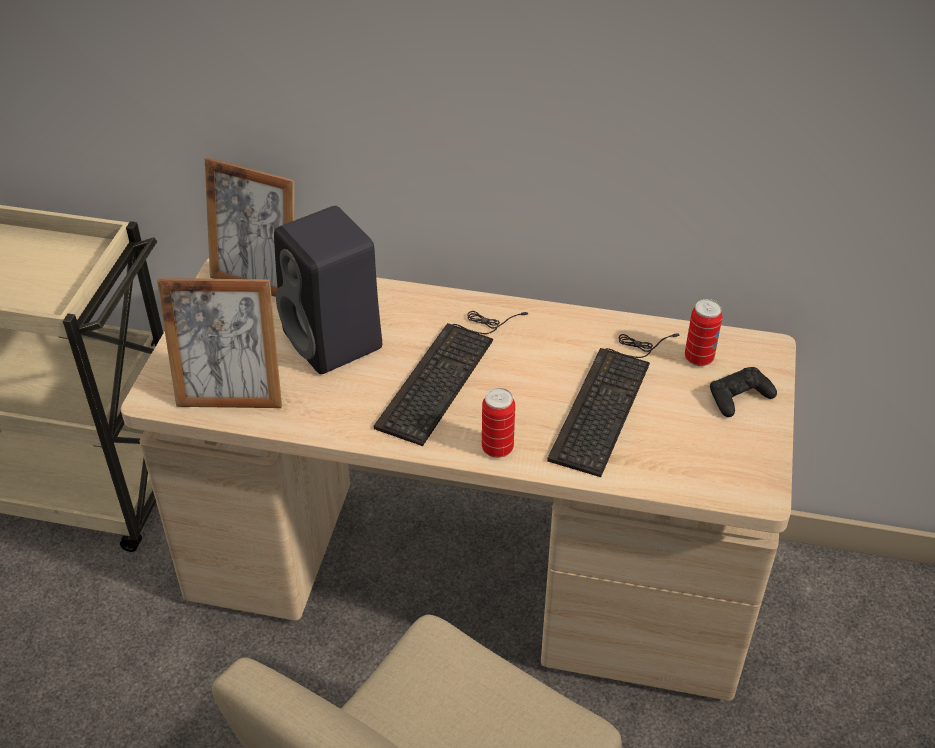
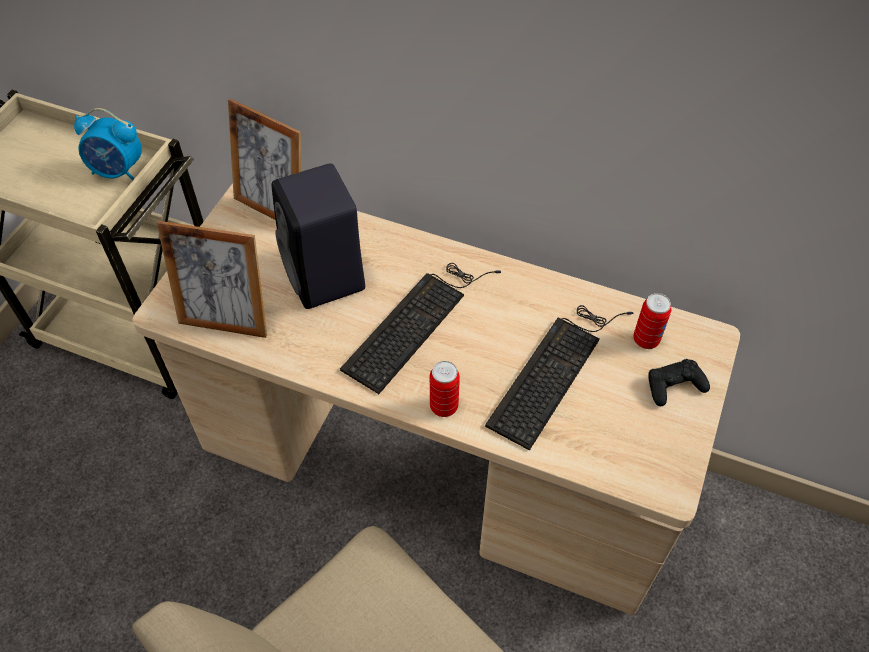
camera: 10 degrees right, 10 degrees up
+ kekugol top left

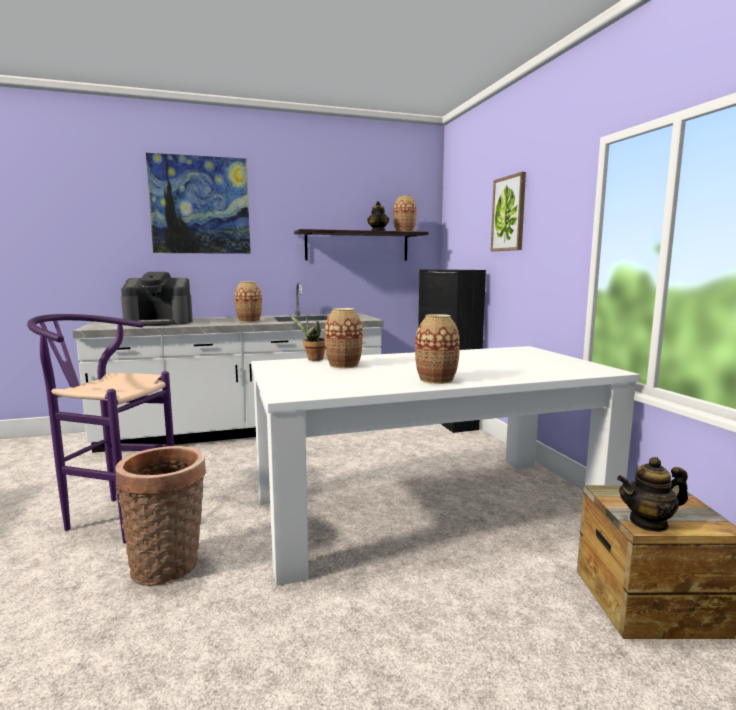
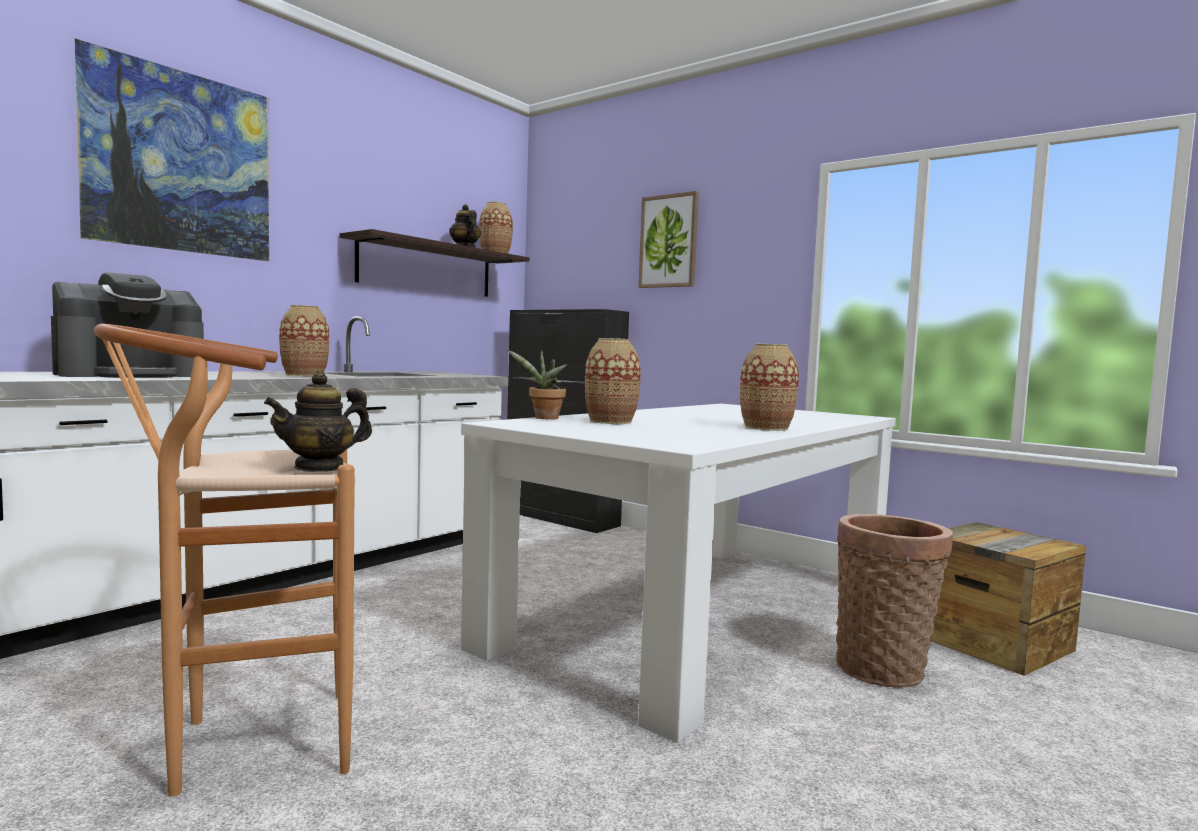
camera: 35 degrees left, 5 degrees down
~ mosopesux bottom left to bottom right
~ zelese (no. 2 from left in the first image) bottom right to zelese (no. 1 from left) middle left
~ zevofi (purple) middle left to zevofi (brown) bottom left

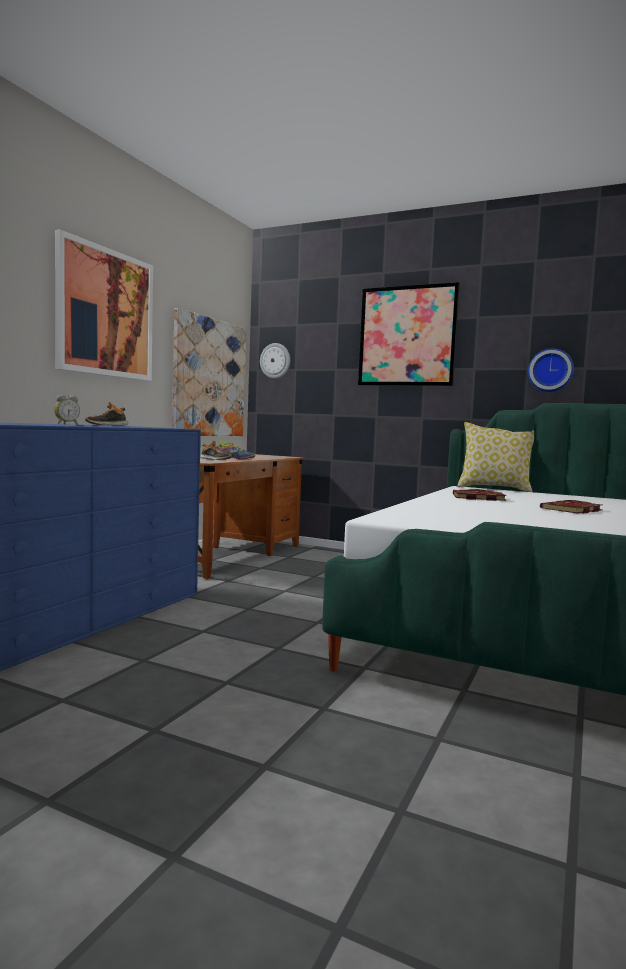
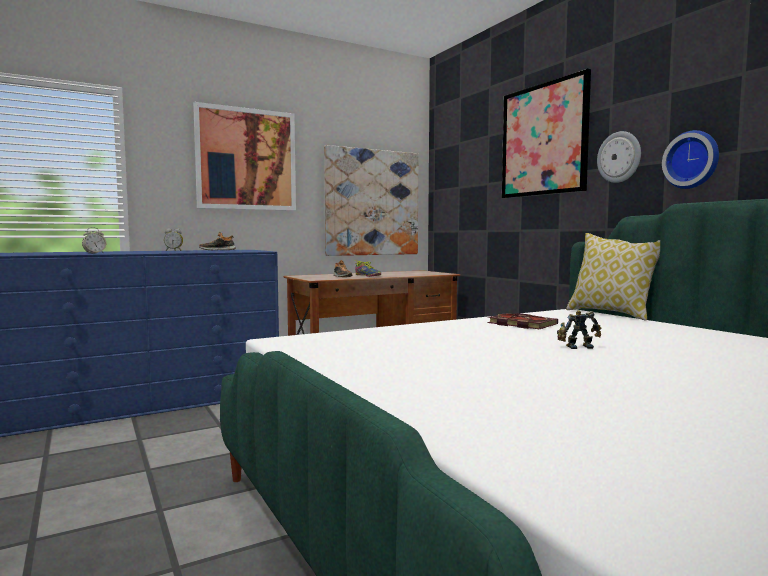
camera: 35 degrees right, 0 degrees up
+ kekugol (no. 1 from left) middle left
~ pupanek (no. 1 from left) centre to top right
~ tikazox (no. 2 from left) middle right to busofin middle right

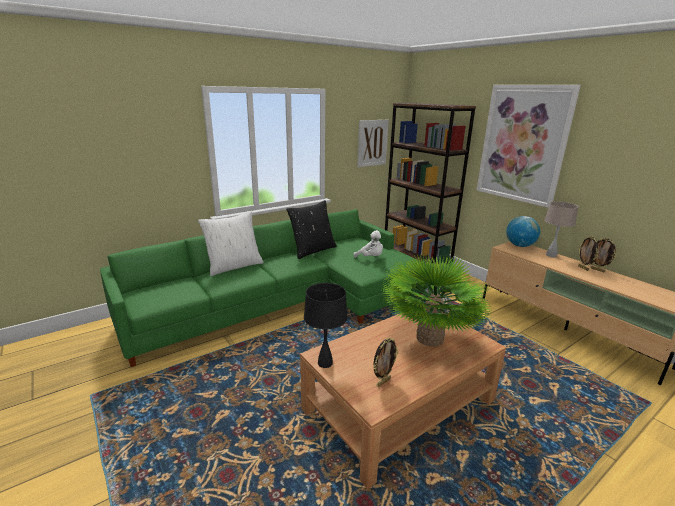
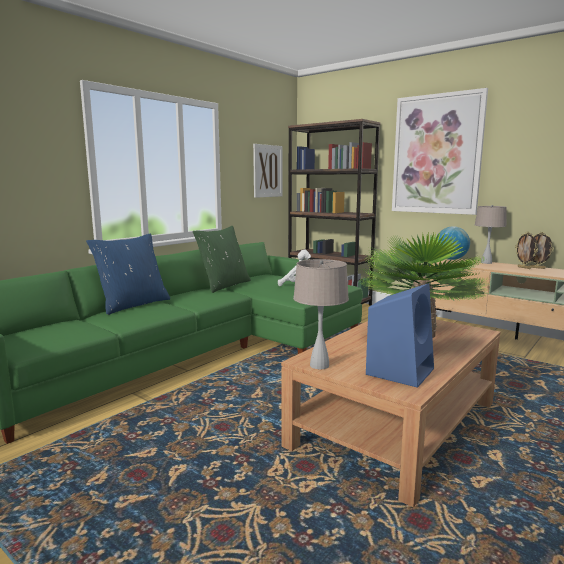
camera: 15 degrees left, 10 degrees down
~ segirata (no. 1 from left) bottom centre to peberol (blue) middle right
~ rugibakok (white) centre to rugibakok (blue) middle left
~ rugibakok (black) centre to rugibakok (green) centre
~ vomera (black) centre to vomera (beige) (no. 1 from left) centre

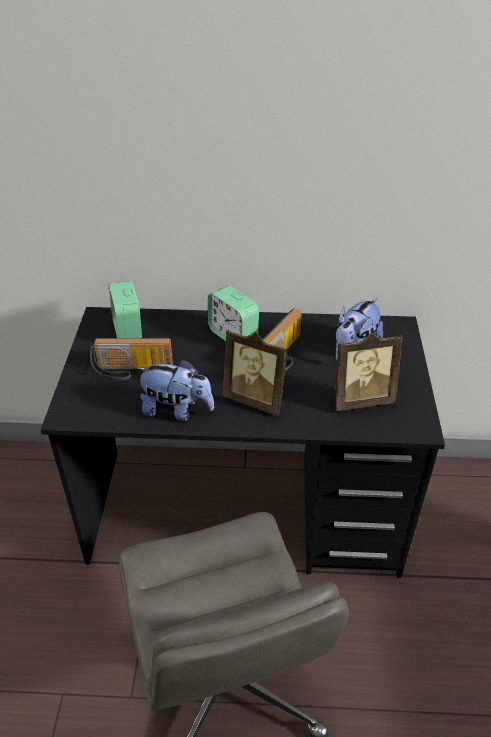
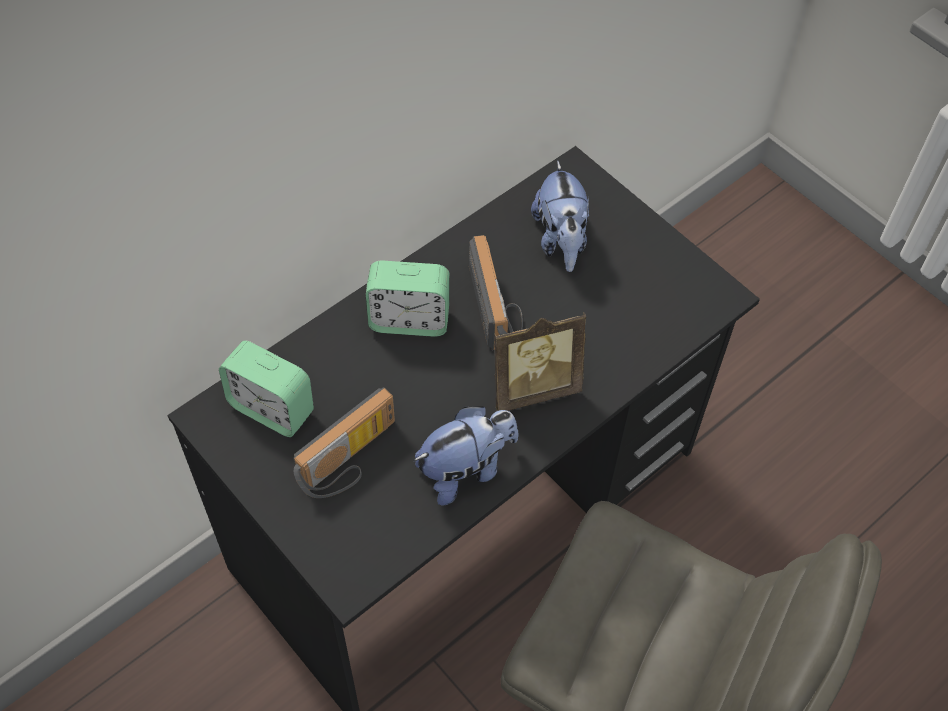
camera: 45 degrees left, 15 degrees up
- segirata (no. 2 from left) middle right

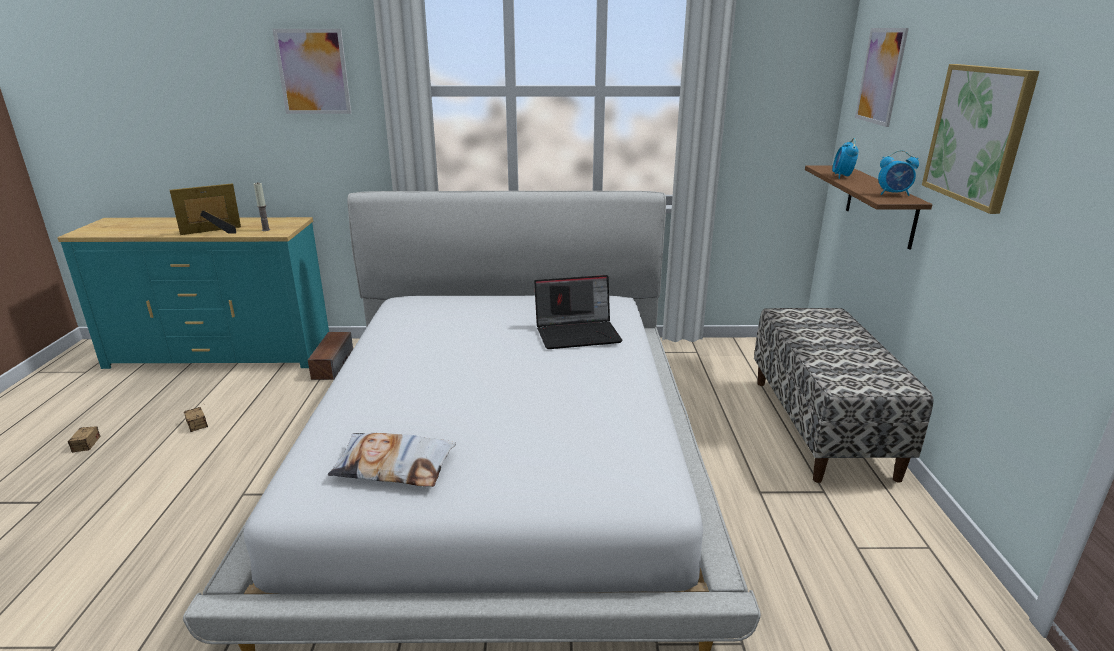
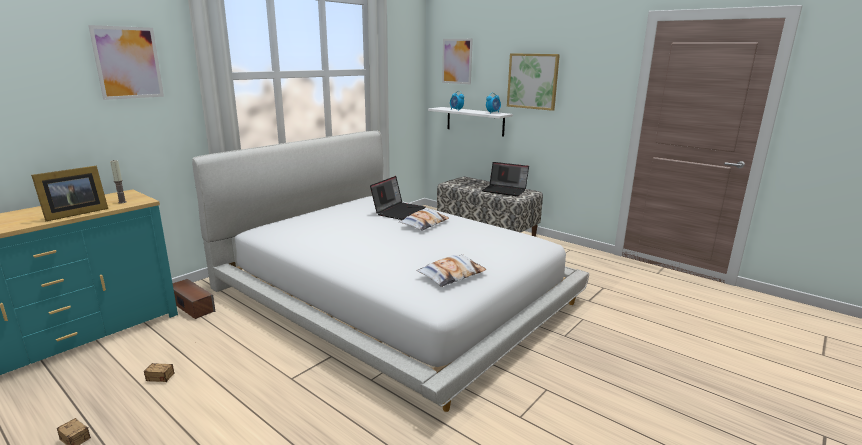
camera: 50 degrees left, 5 degrees down
+ rugibakok (no. 1 from left) centre
+ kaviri (no. 2 from left) centre
~ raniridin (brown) top right to raniridin (white) top centre
~ segirata top left = middle left 150 degrees counterclockwise

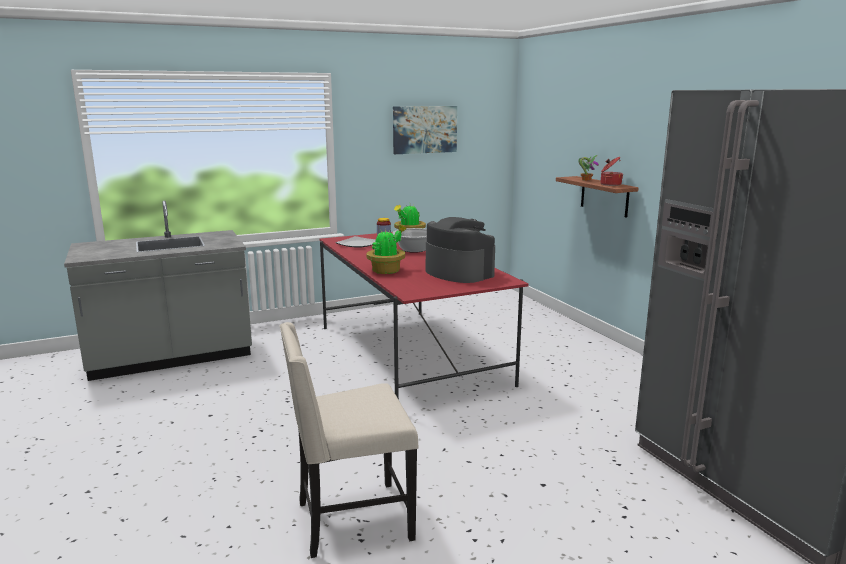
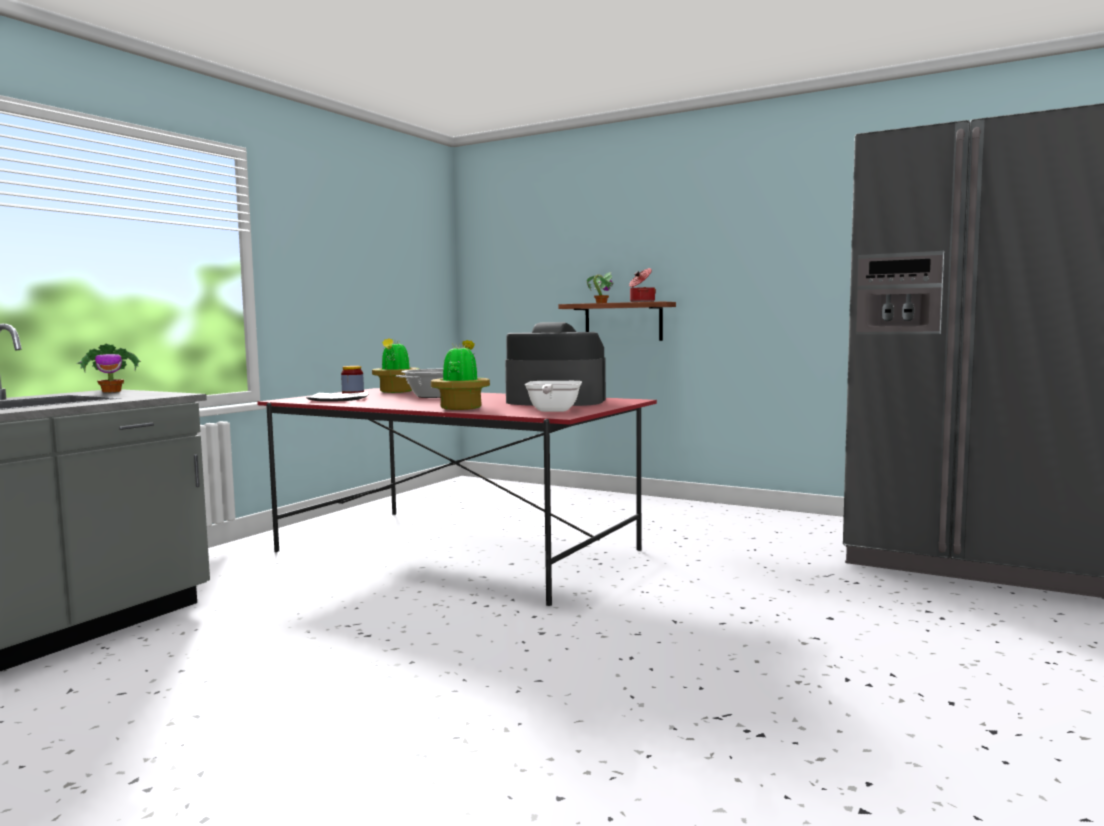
camera: 35 degrees left, 10 degrees down
- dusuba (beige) bottom centre
- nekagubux top centre
+ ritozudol (no. 1 from left) middle left
+ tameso centre

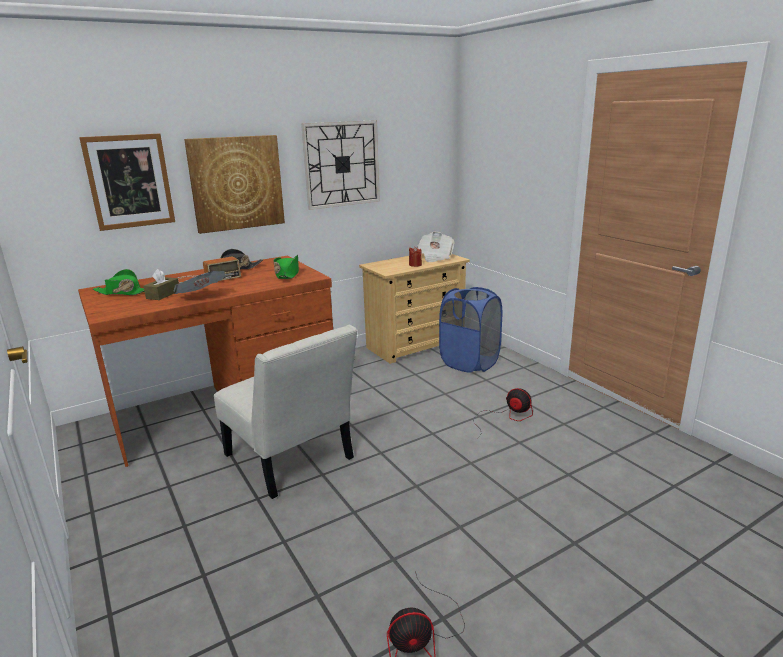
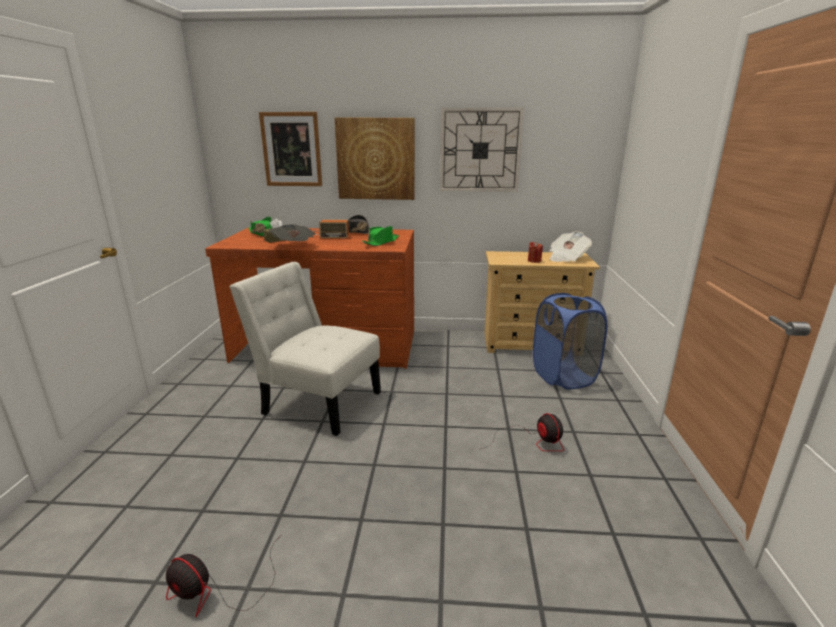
camera: 35 degrees right, 0 degrees up
~ dusuba (white) centre = centre 120 degrees clockwise

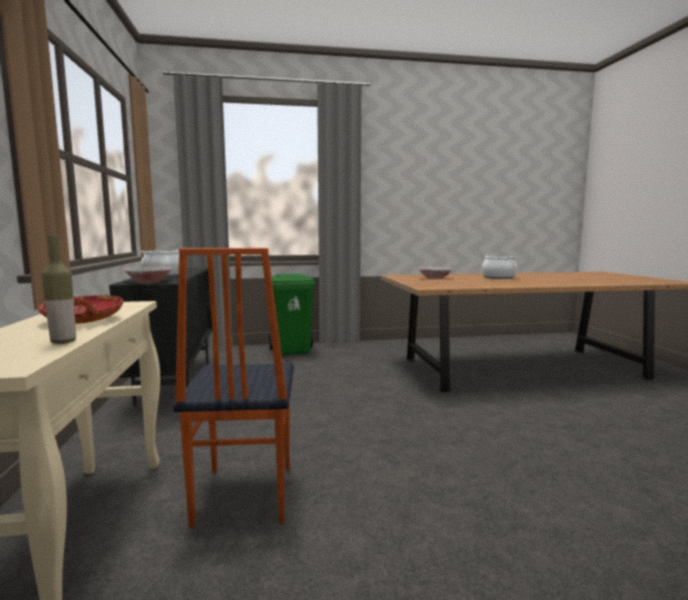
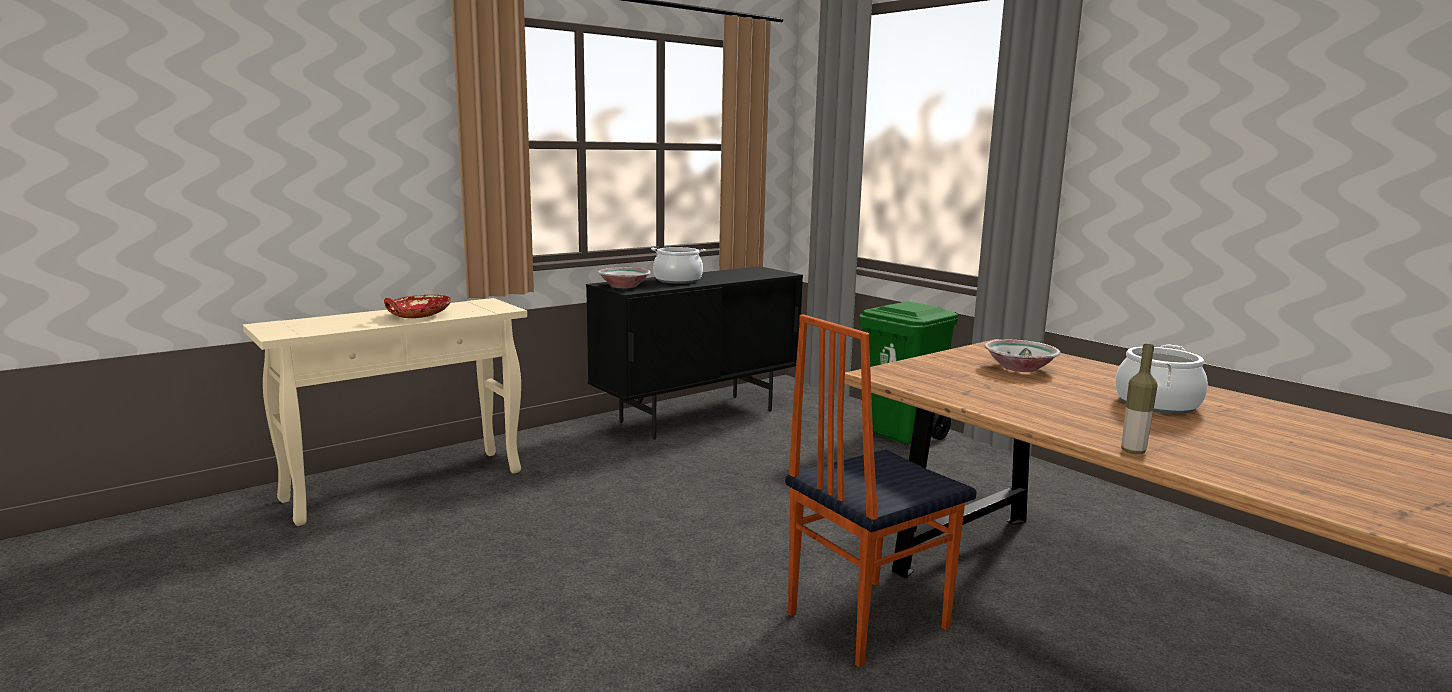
camera: 60 degrees right, 5 degrees up
~ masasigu middle left to middle right
~ dusuba centre to bottom centre

